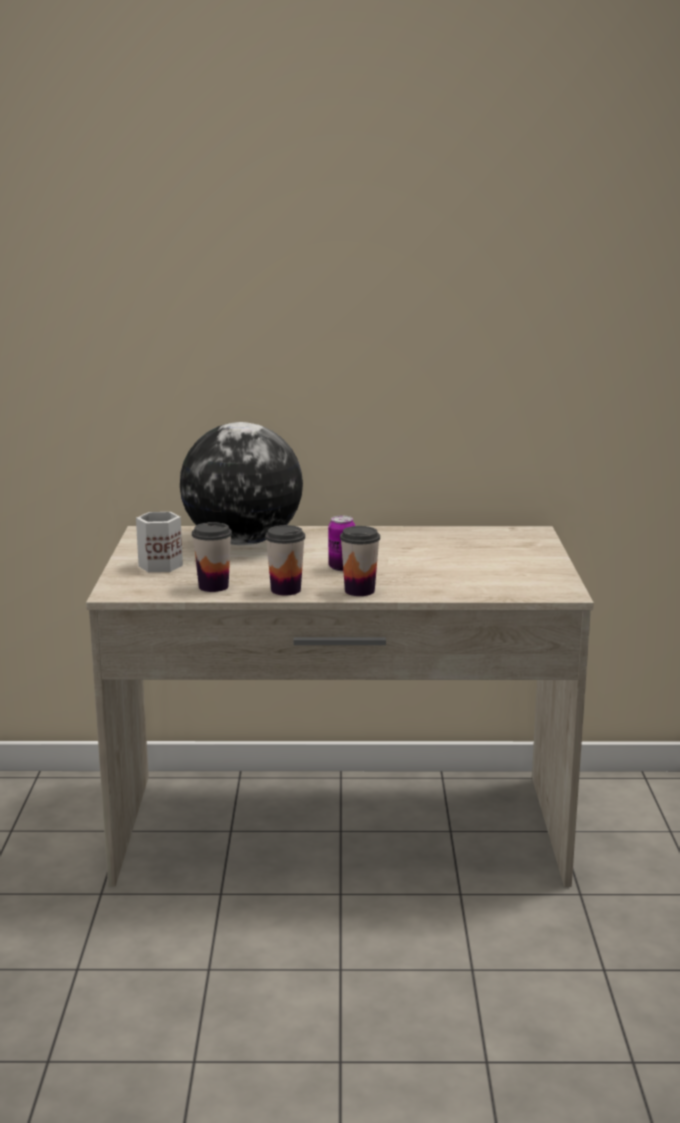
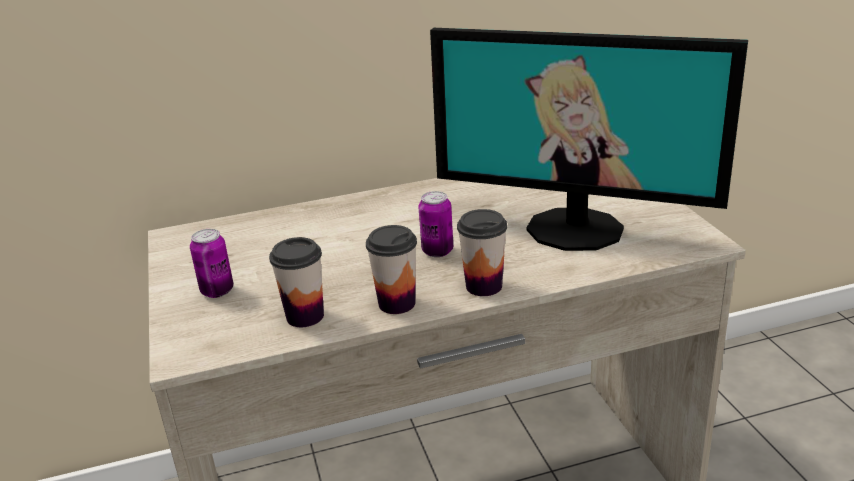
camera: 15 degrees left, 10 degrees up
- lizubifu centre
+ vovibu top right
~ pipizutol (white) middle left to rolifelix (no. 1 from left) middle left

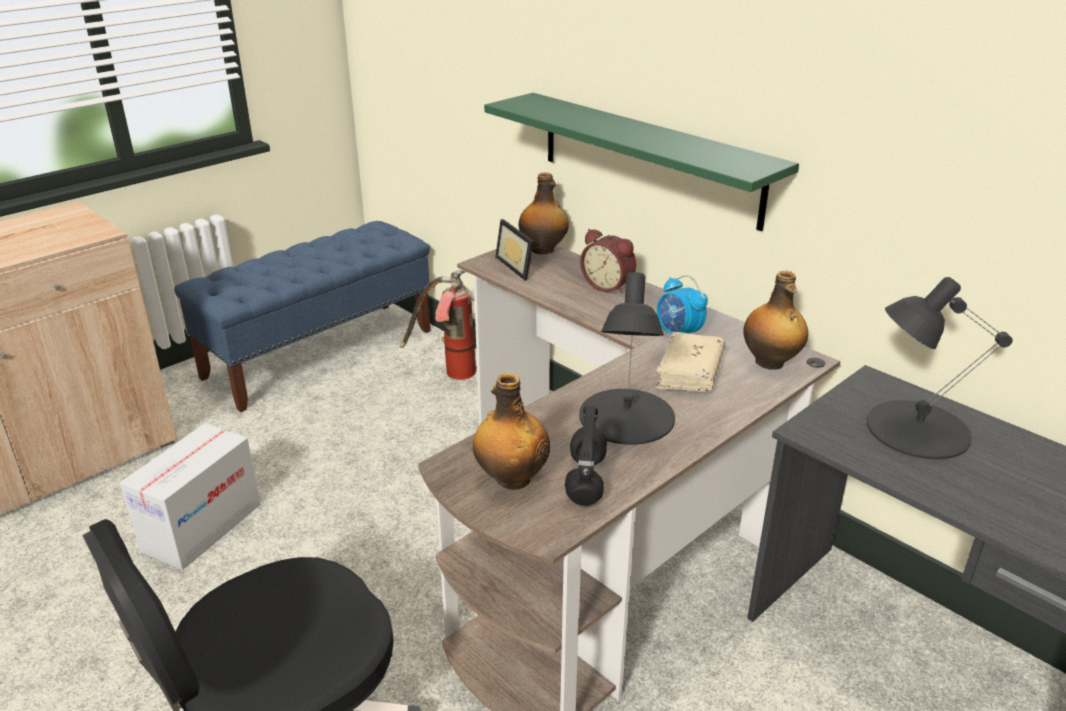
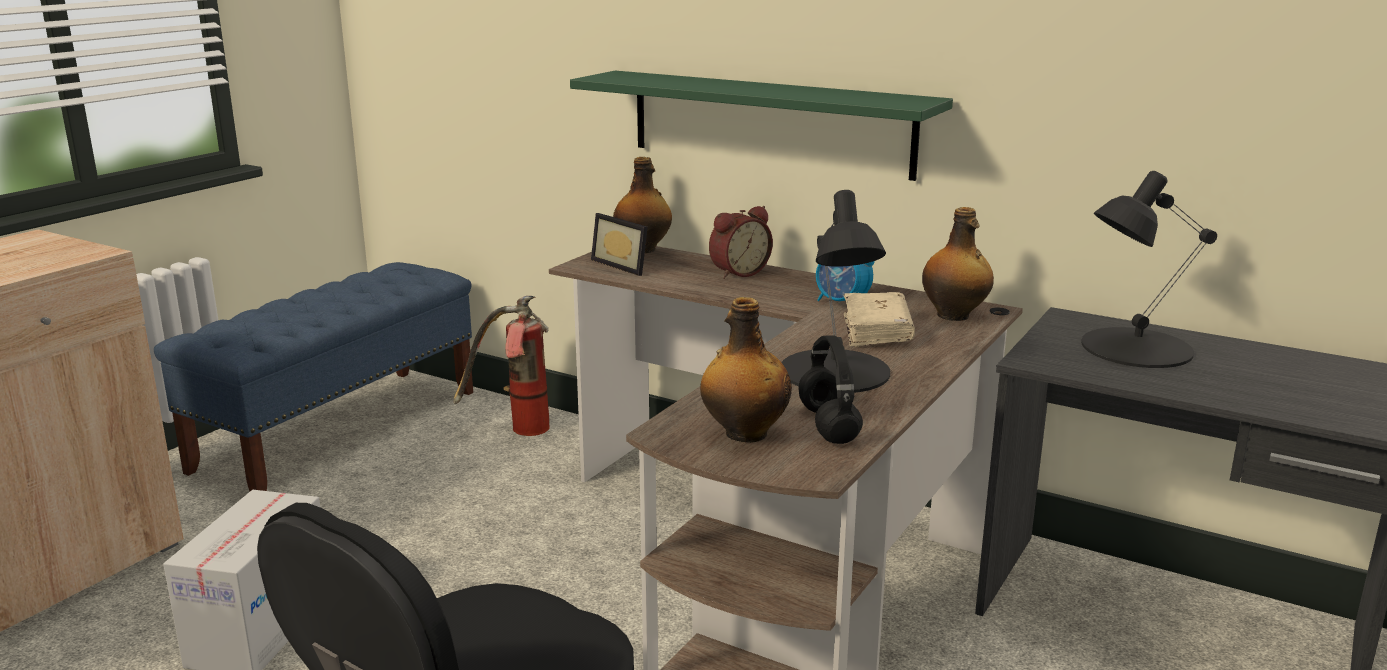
camera: 15 degrees left, 10 degrees down
~ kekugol (no. 1 from left) centre = centre 60 degrees counterclockwise

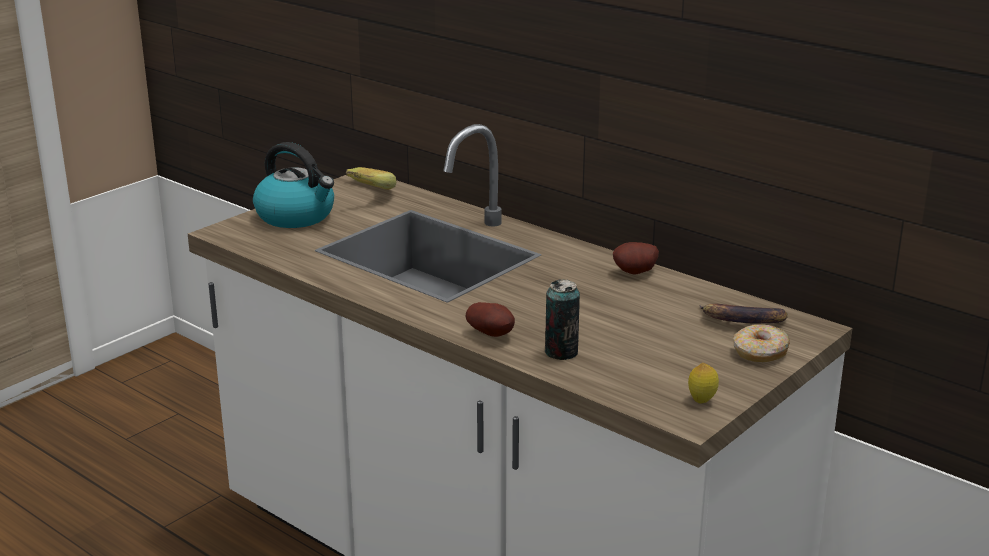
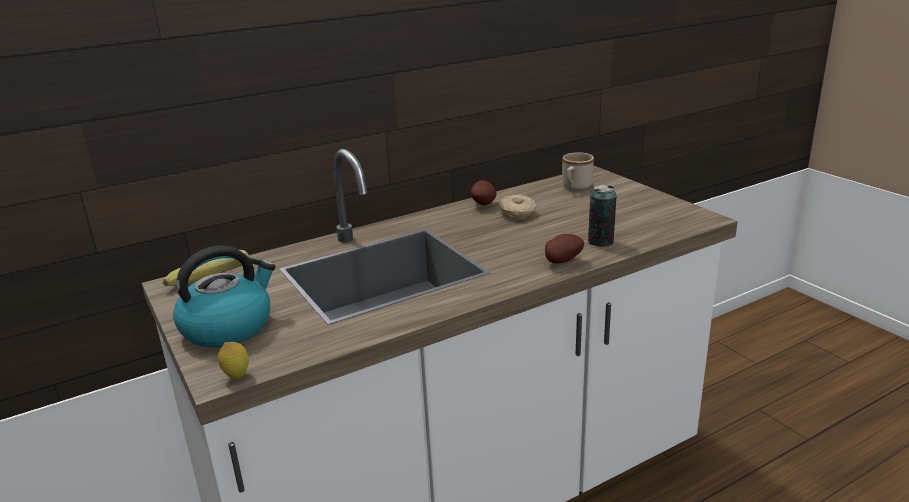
camera: 70 degrees left, 0 degrees up
~ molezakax bottom right to bottom left
~ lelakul middle right to centre
~ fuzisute (no. 2 from left) middle right to pipizutol (beige) centre

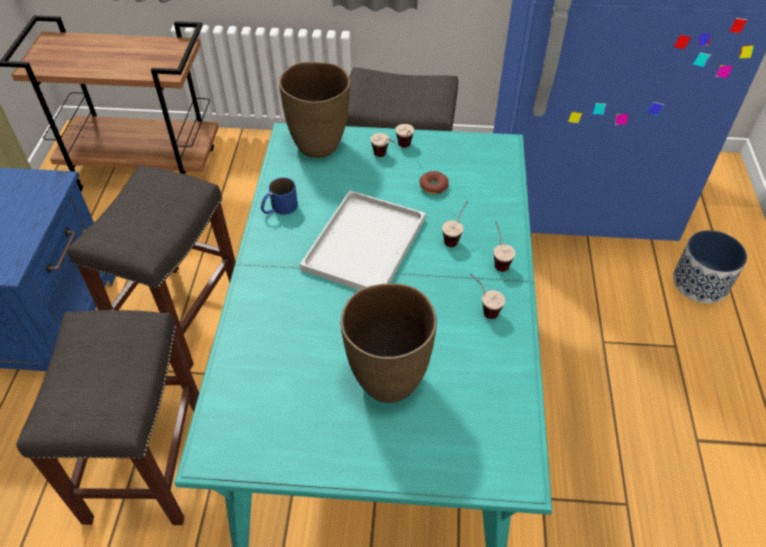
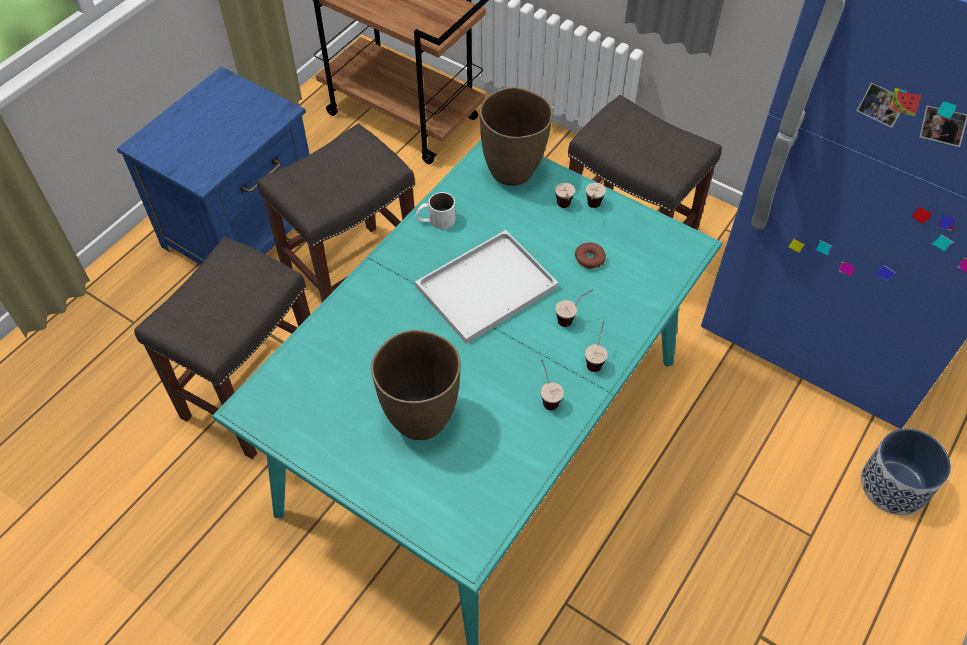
camera: 30 degrees right, 5 degrees up
~ pipizutol (blue) centre to pipizutol (white) top centre

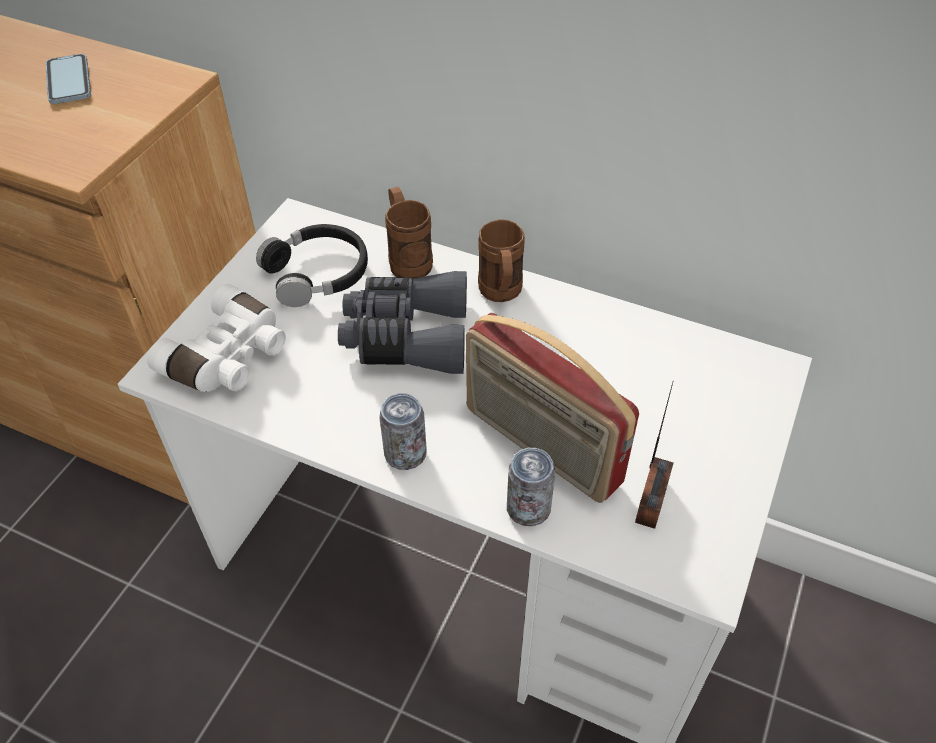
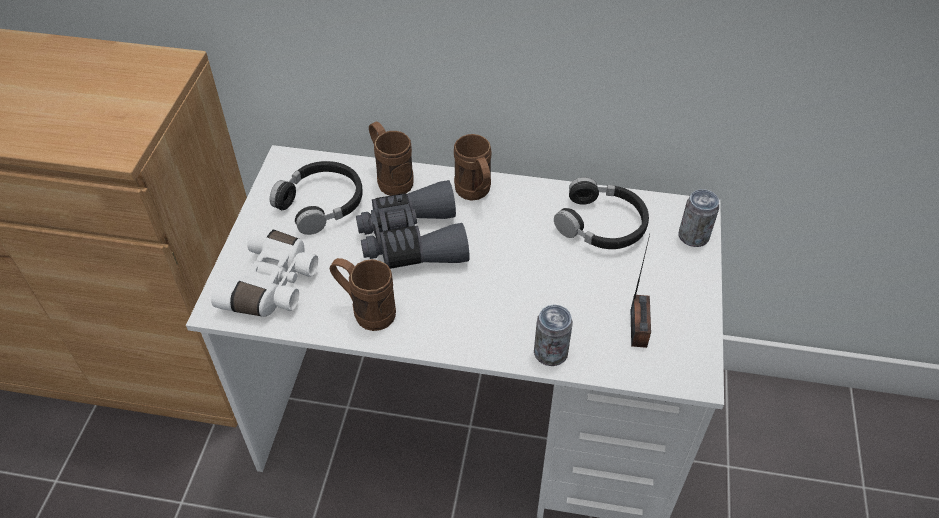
camera: 15 degrees left, 0 degrees up
- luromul top left
- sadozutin (no. 1 from left) centre
+ pipizutol (brown) (no. 1 from left) centre
+ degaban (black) (no. 2 from left) centre
~ rolifelix (no. 1 from left in the first image) centre to rolifelix (no. 2 from left) middle right

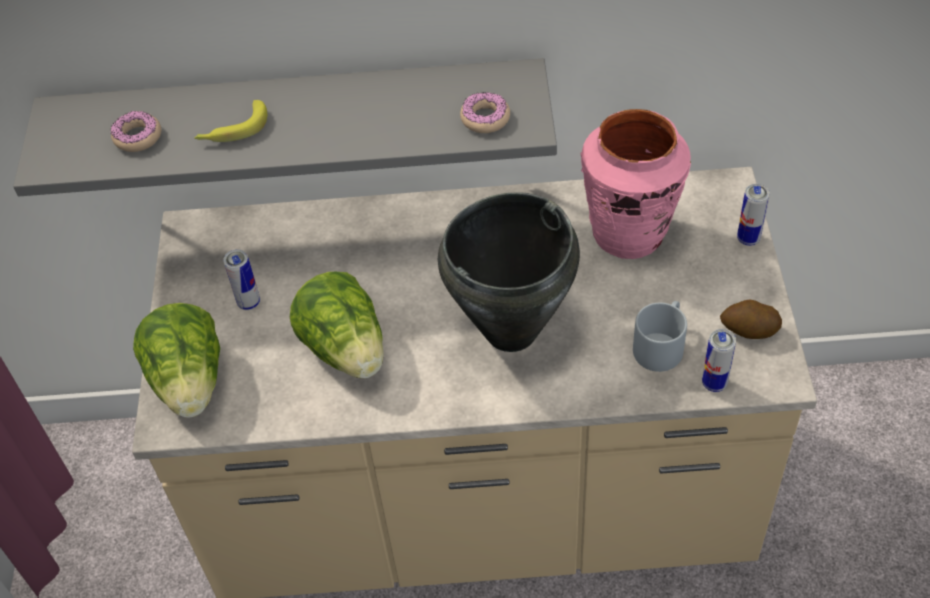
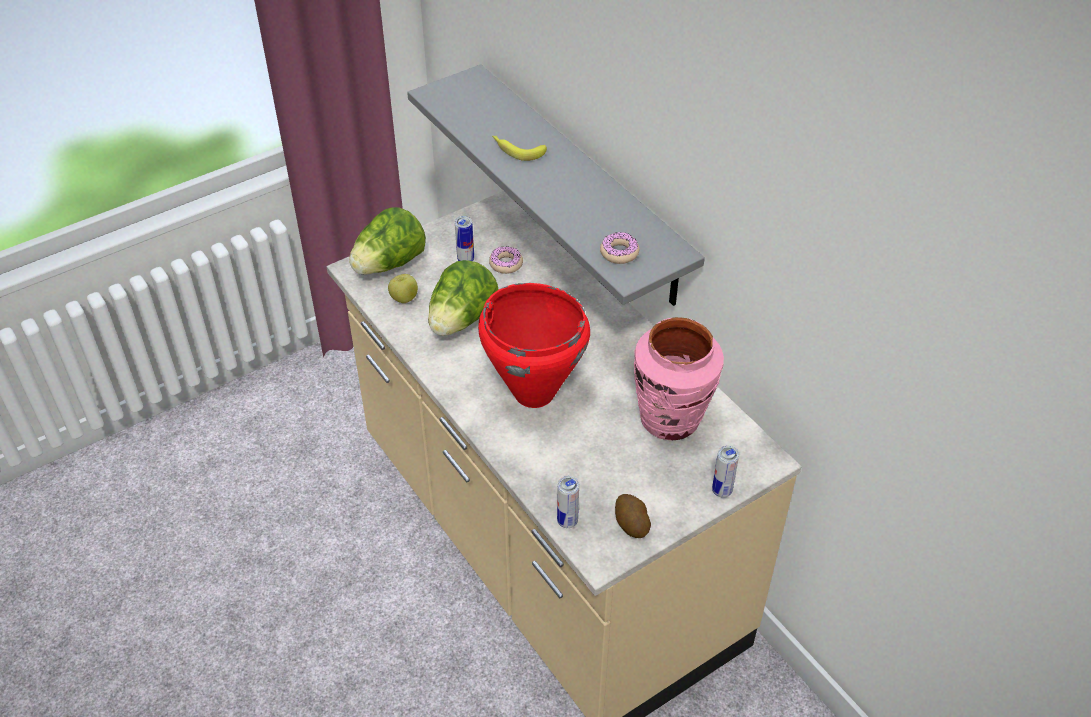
camera: 55 degrees right, 5 degrees down
- pipizutol (grey) middle right
+ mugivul centre
~ lelakul (no. 1 from left) top left to centre
~ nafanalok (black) centre to nafanalok (red) centre

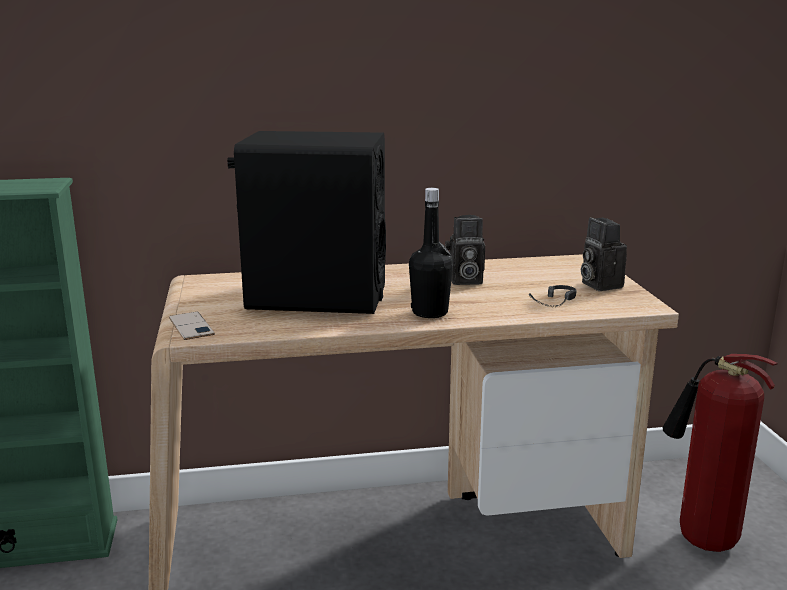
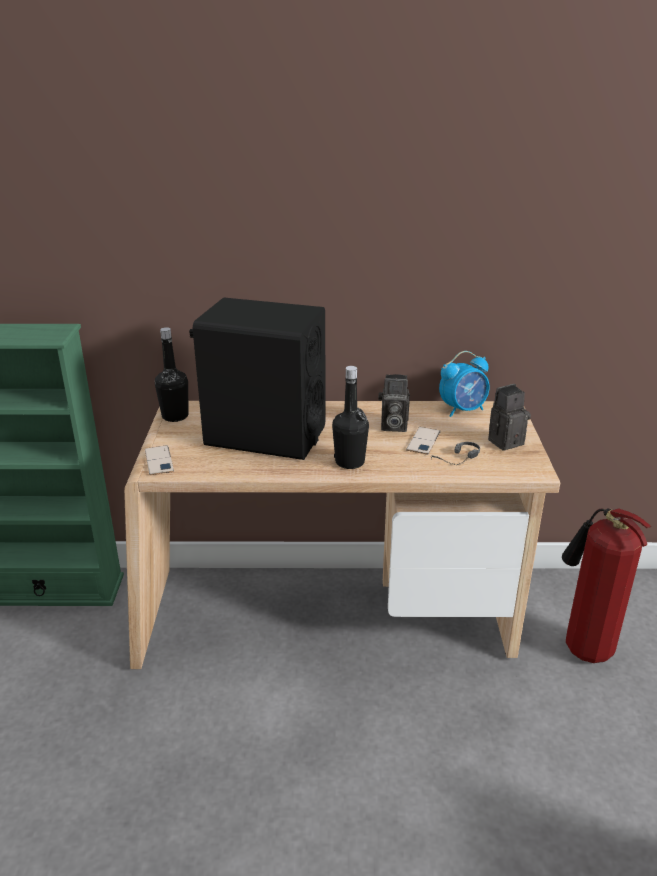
camera: 10 degrees right, 10 degrees up
+ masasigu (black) (no. 1 from left) middle left
+ luromul (no. 2 from left) centre
+ kekugol middle right
~ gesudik (no. 2 from left) middle right = middle right 75 degrees clockwise

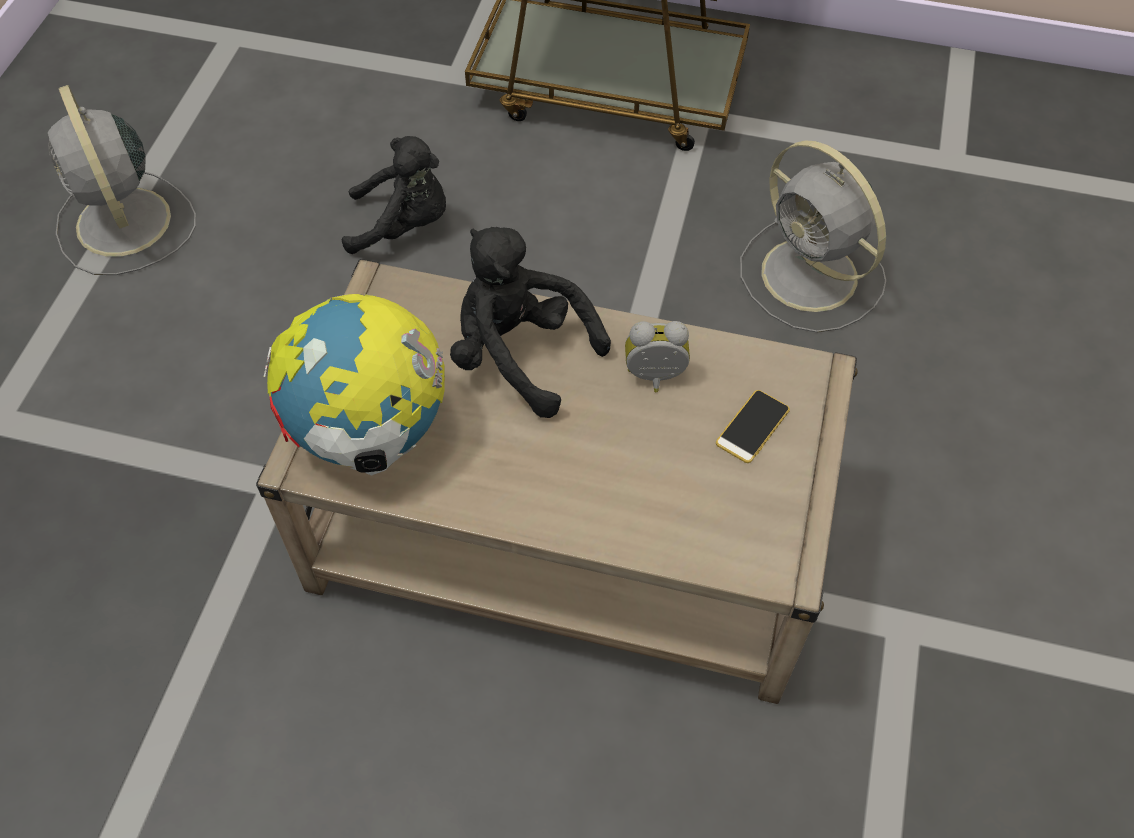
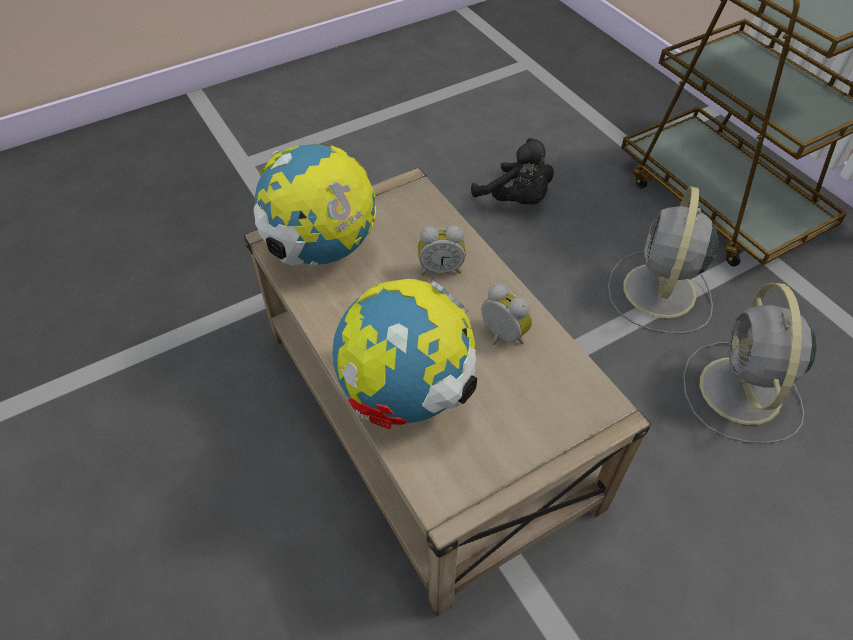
camera: 45 degrees right, 5 degrees down
- luromul centre
+ lizubifu (no. 2 from left) centre
~ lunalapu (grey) (no. 1 from left) top left to middle right
~ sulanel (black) (no. 2 from left) centre to kekugol (no. 1 from left) centre

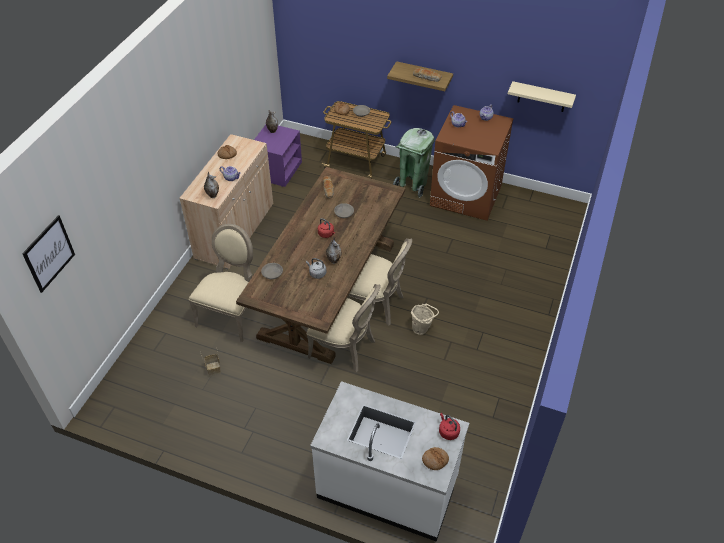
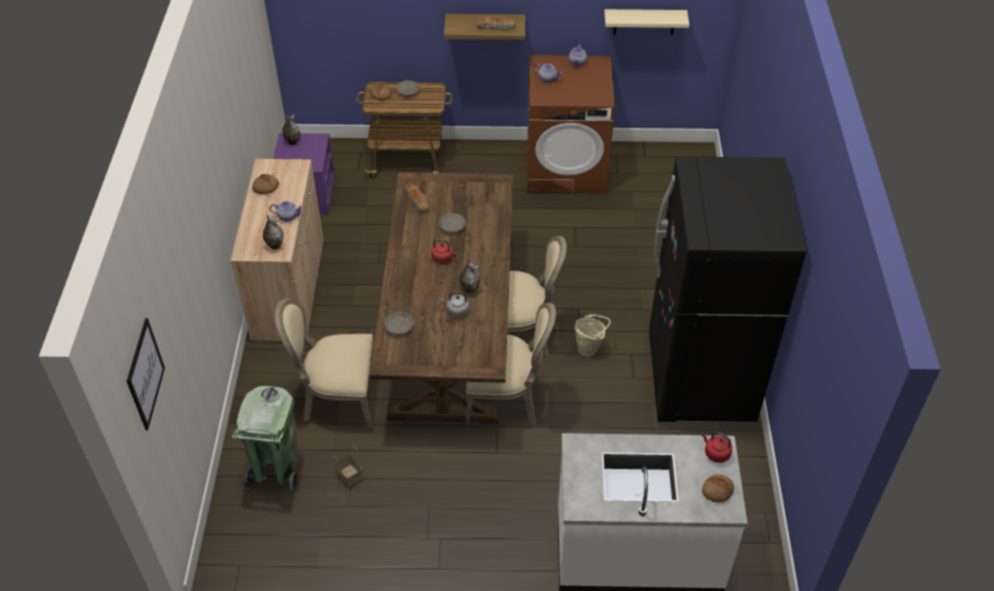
camera: 20 degrees left, 0 degrees up
+ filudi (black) middle right
~ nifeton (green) top centre to bottom left
~ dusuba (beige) (no. 1 from left) middle left = middle left 90 degrees counterclockwise

